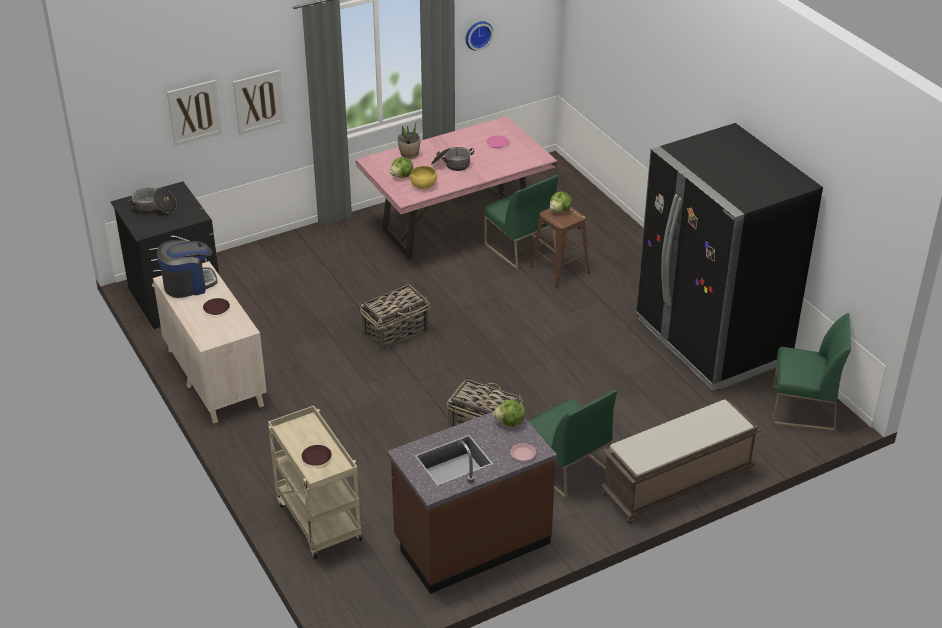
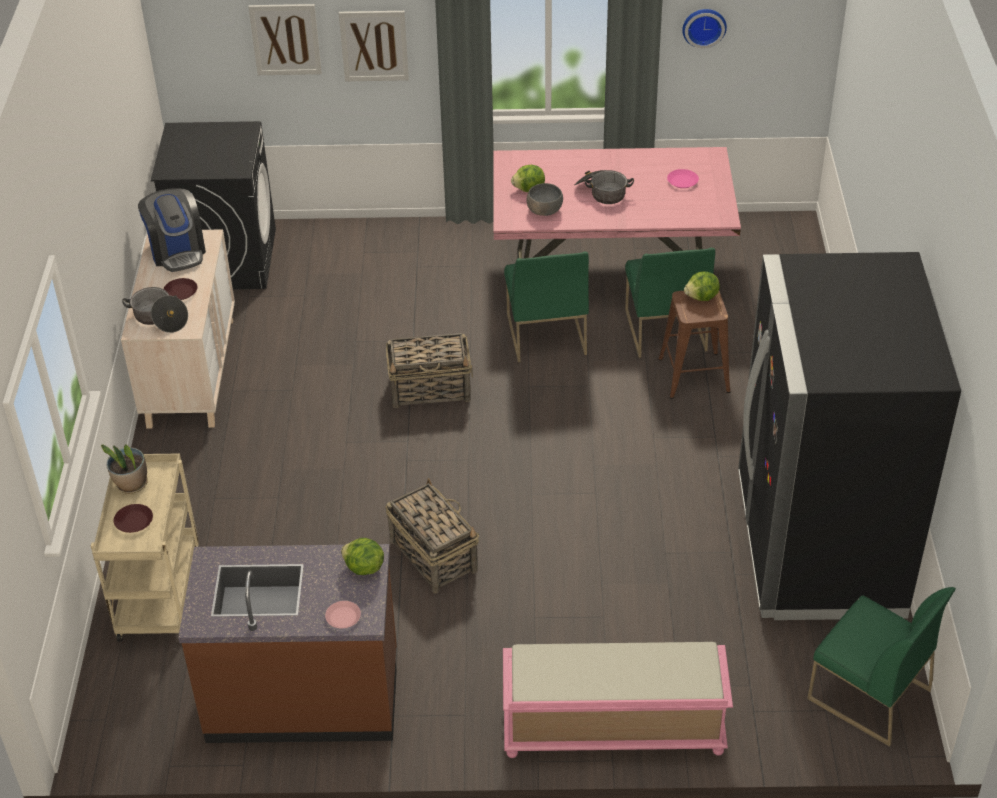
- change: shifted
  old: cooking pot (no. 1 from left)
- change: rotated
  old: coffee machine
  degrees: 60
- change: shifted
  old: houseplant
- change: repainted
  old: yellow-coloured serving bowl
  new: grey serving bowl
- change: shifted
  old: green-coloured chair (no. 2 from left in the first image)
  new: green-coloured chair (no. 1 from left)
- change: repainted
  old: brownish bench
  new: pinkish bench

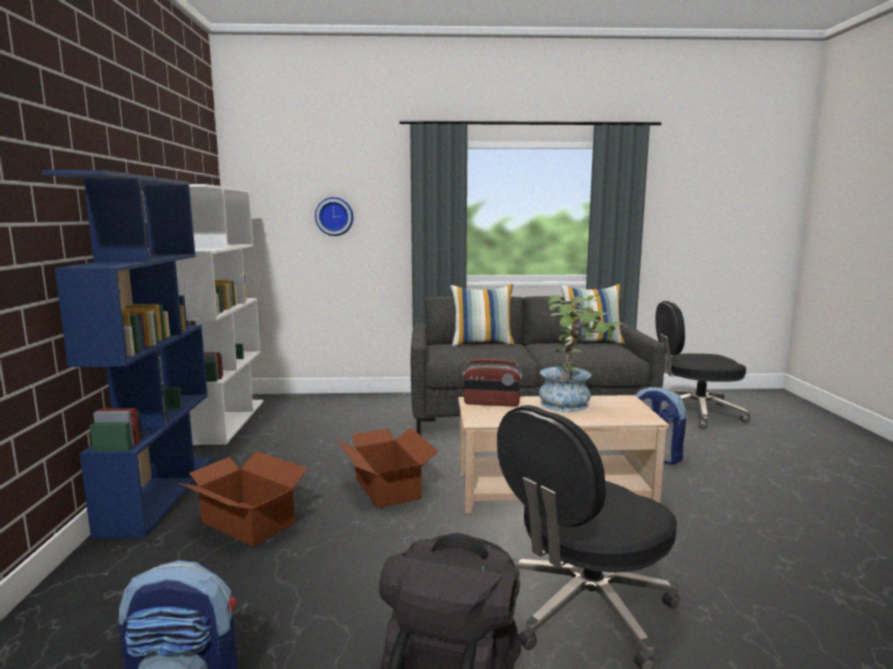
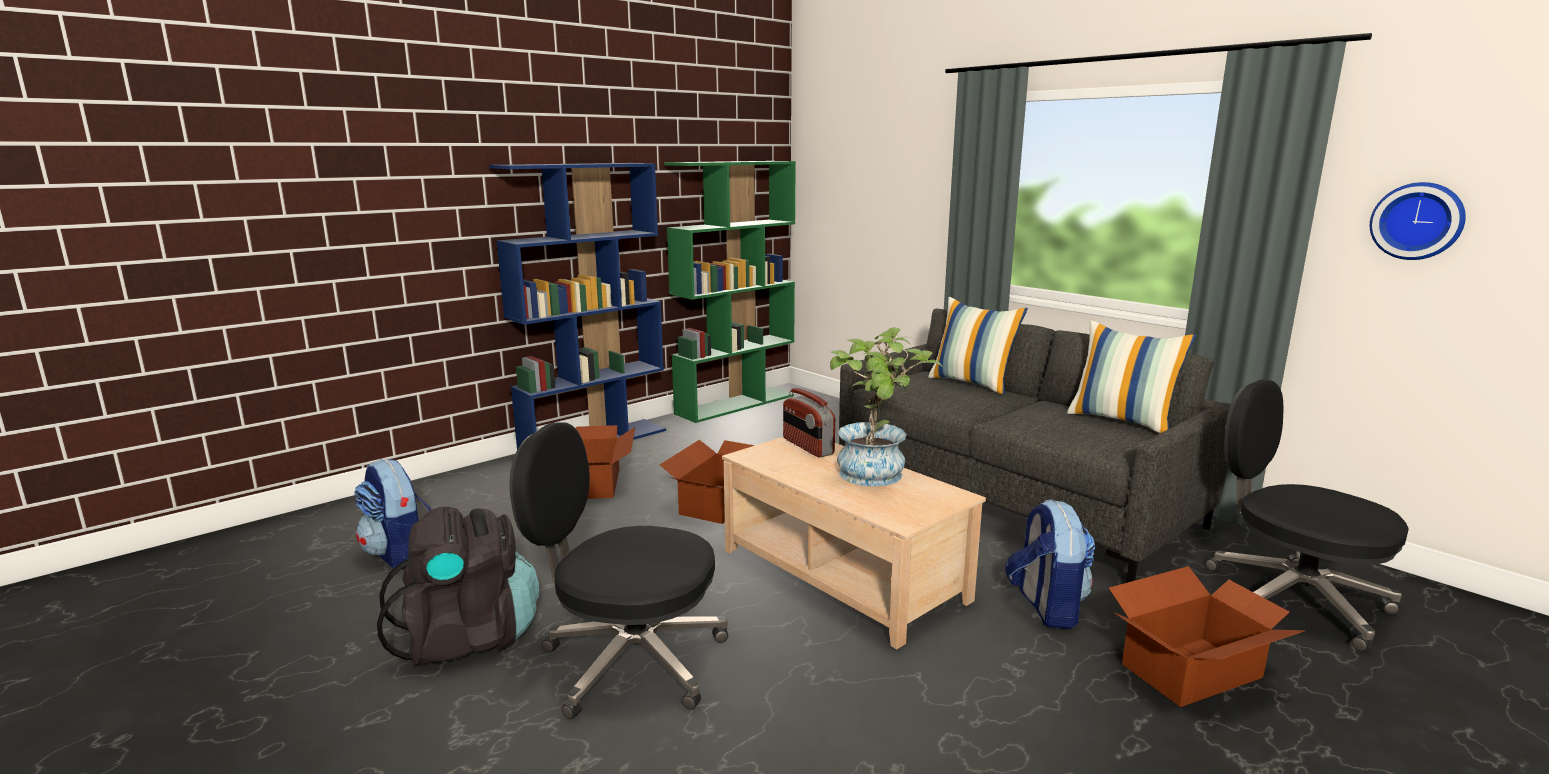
- change: repainted
  old: whitish shelving unit
  new: green-coloured shelving unit
- change: shifted
  old: clock on the wall
- change: new
  new: cardboard box (no. 3 from left)

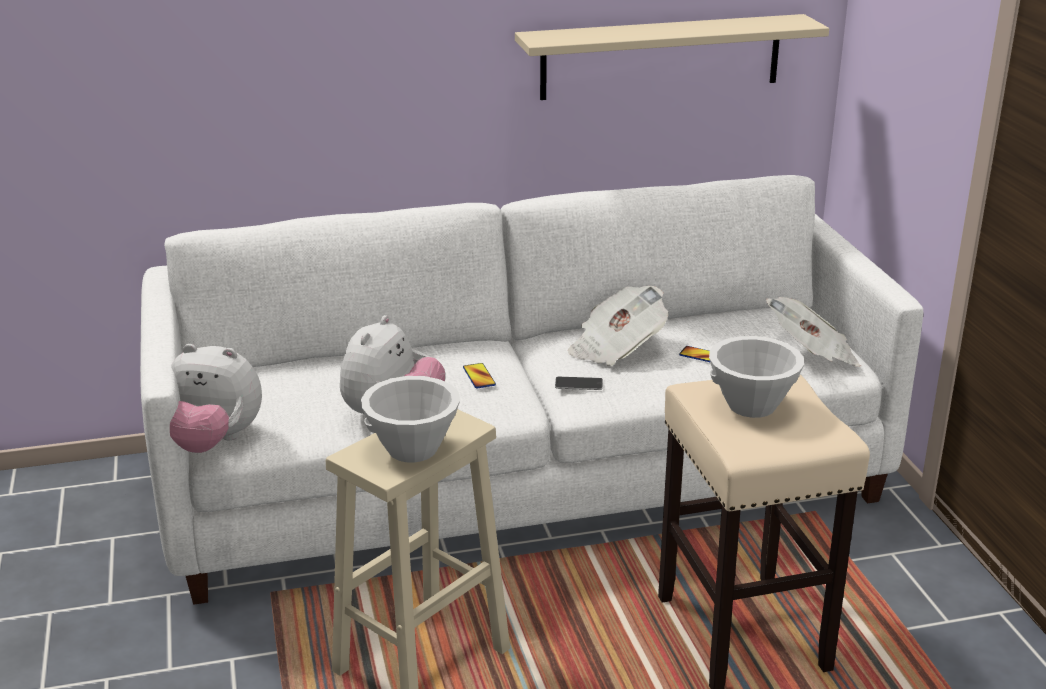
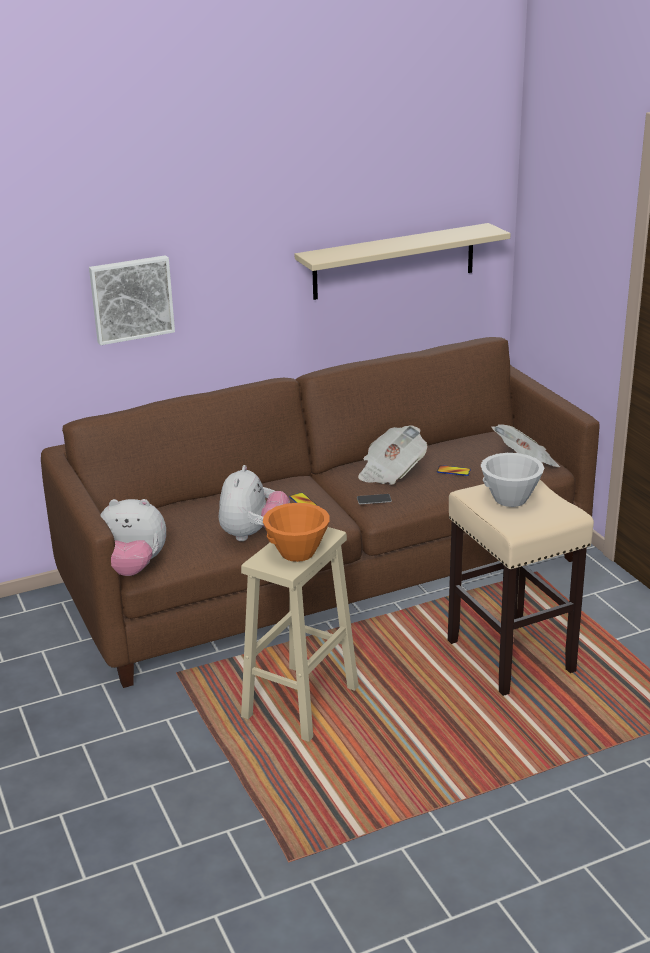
- change: repainted
  old: whitish couch
  new: brownish couch
- change: repainted
  old: whitish serving bowl (no. 1 from left)
  new: orangey serving bowl
- change: new
  new: picture

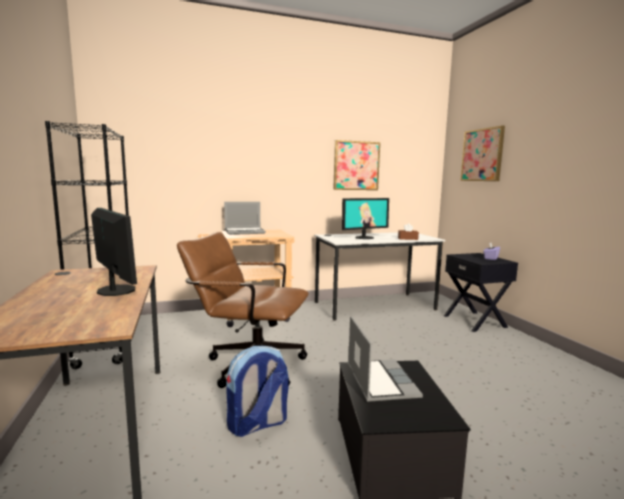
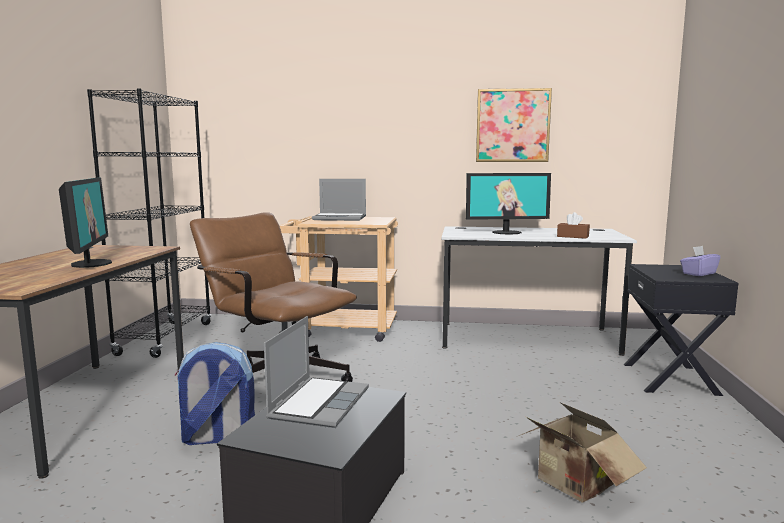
- change: gone
  old: picture (no. 2 from left)
- change: new
  new: cardboard box

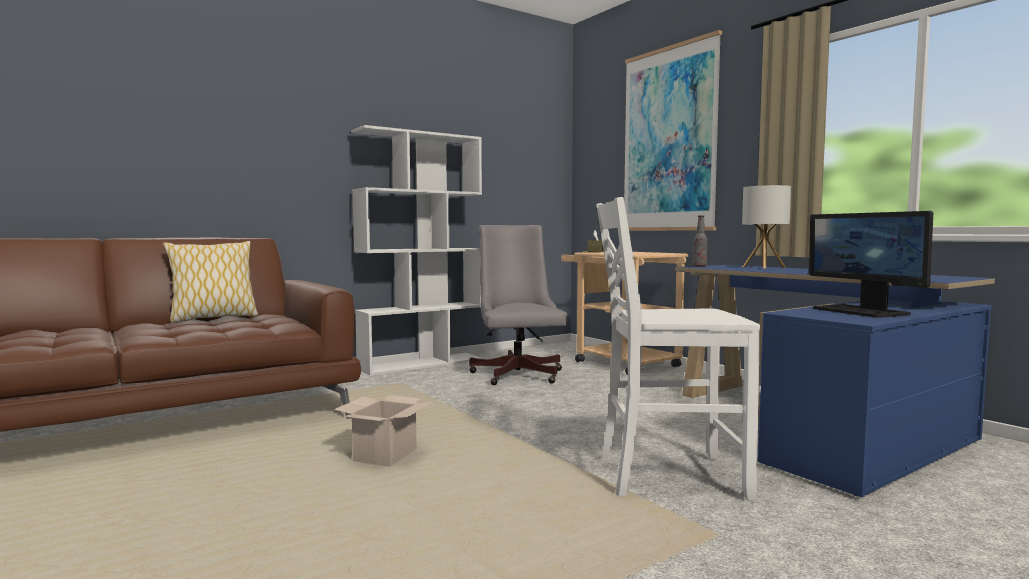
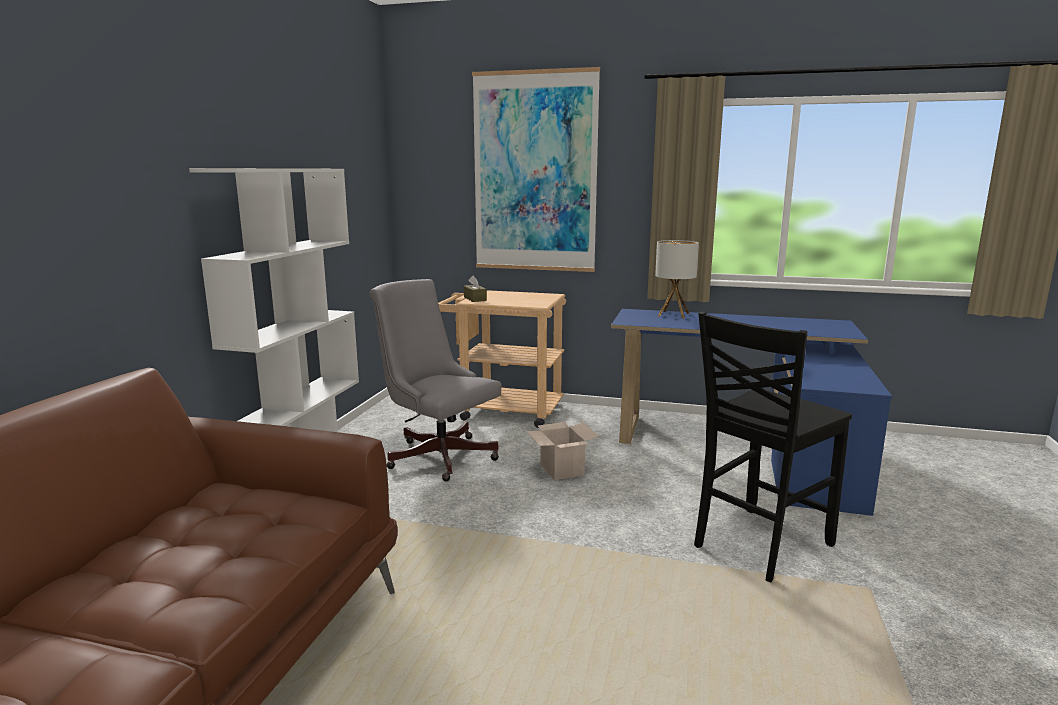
- change: gone
  old: cushion
- change: shifted
  old: cardboard box
- change: repainted
  old: whitish chair
  new: blackish chair
- change: gone
  old: beverage bottle
- change: gone
  old: computer display

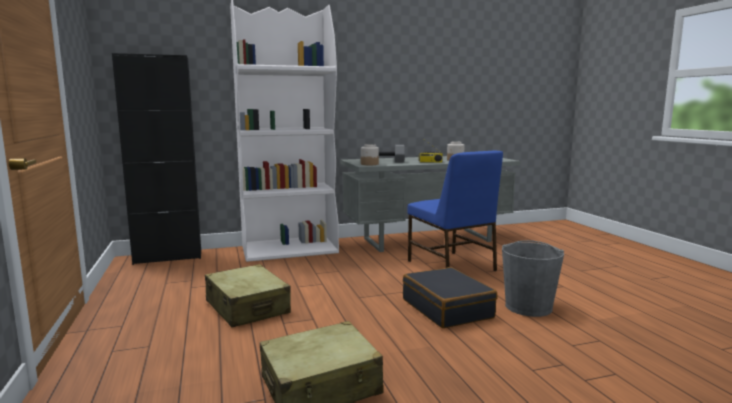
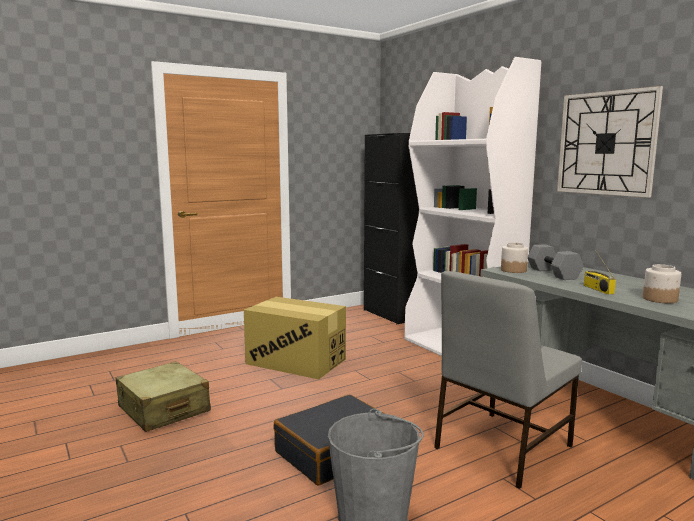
- change: swapped
  old: sand-coloured travel case (no. 1 from left)
  new: cardboard box
- change: repainted
  old: blue-coloured chair
  new: grey chair
- change: new
  new: clock on the wall

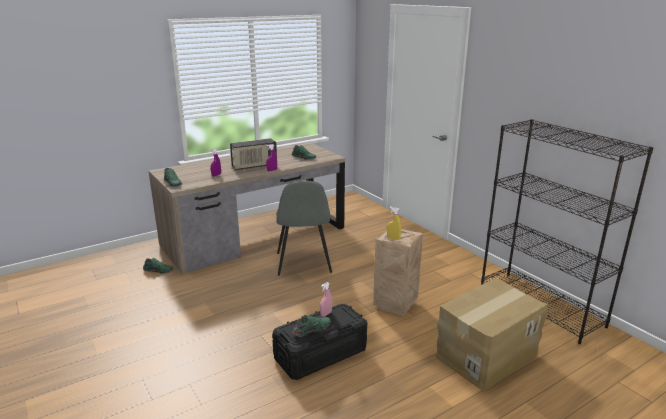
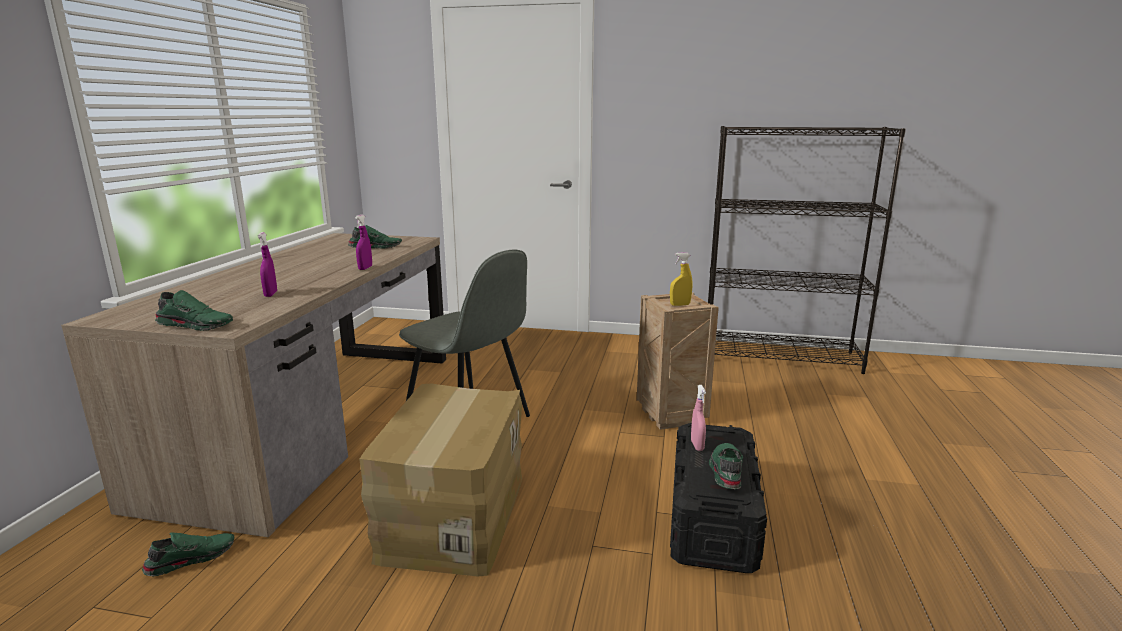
- change: gone
  old: radio receiver
- change: shifted
  old: cardboard box

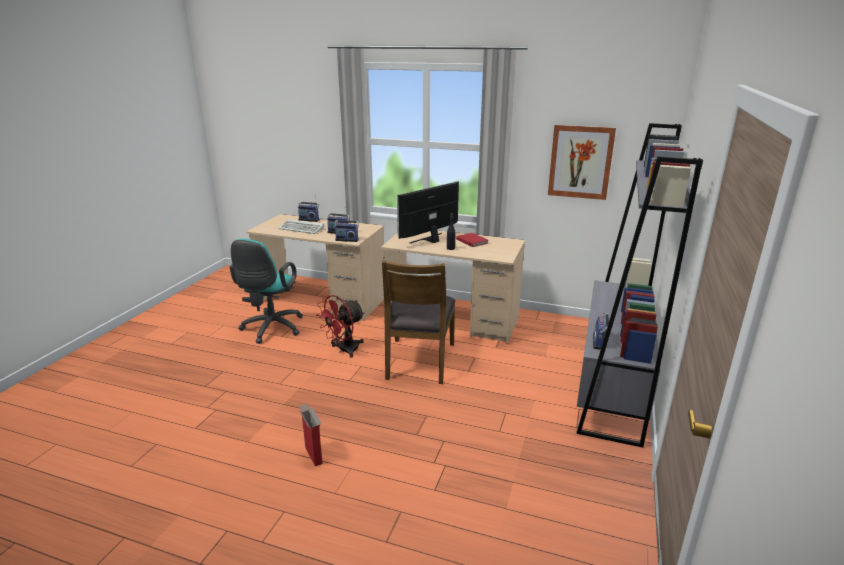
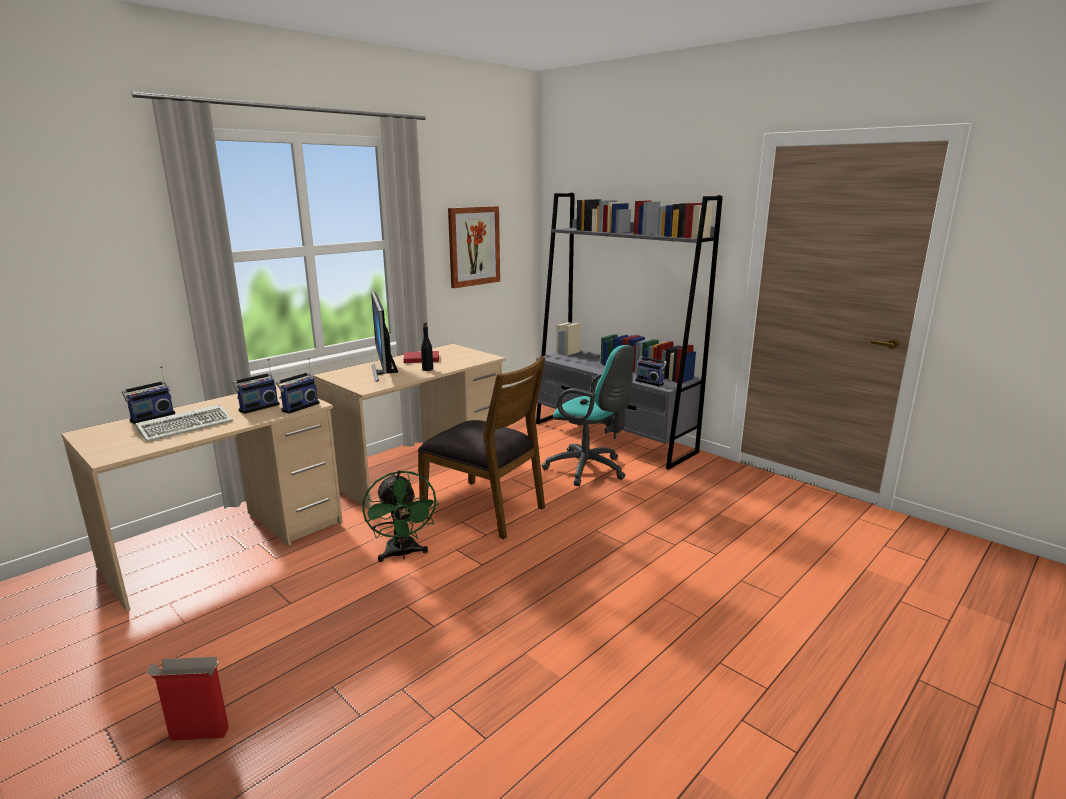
- change: shifted
  old: turquoise computer chair
- change: shifted
  old: cardboard box
- change: repainted
  old: red cooling fan
  new: green-coloured cooling fan

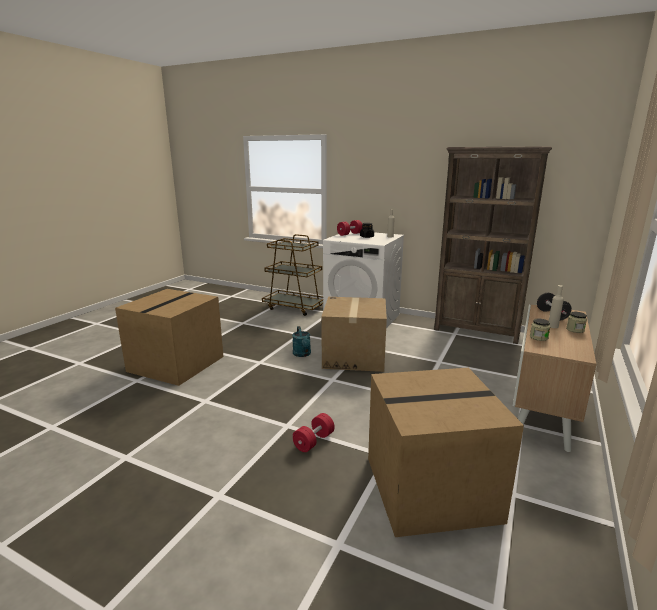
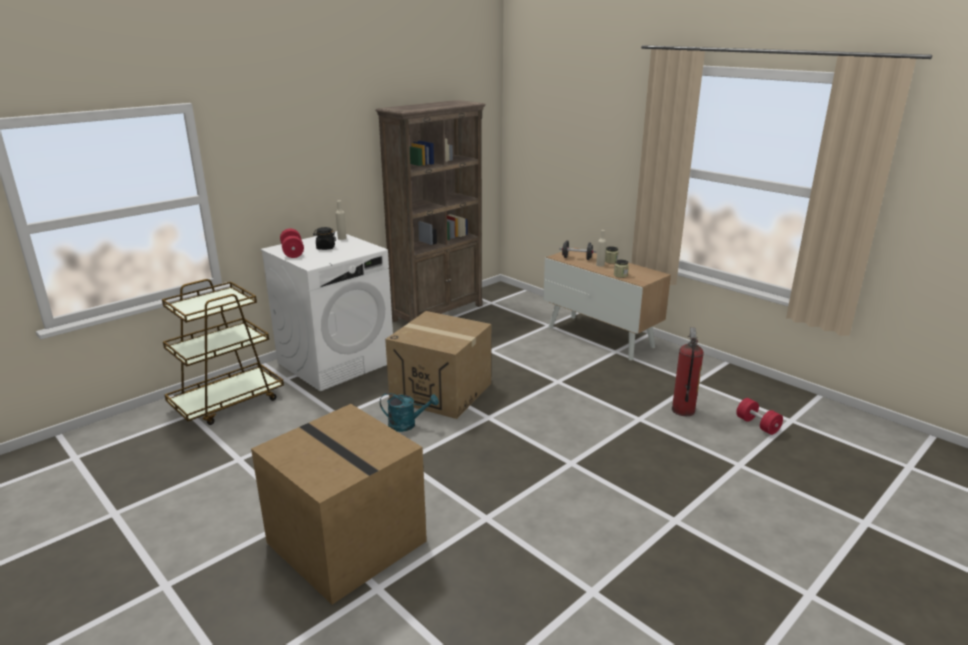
- change: shifted
  old: red hand weight (no. 1 from left in the first image)
  new: red hand weight (no. 2 from left)
- change: swapped
  old: cardboard box (no. 3 from left)
  new: extinguisher

